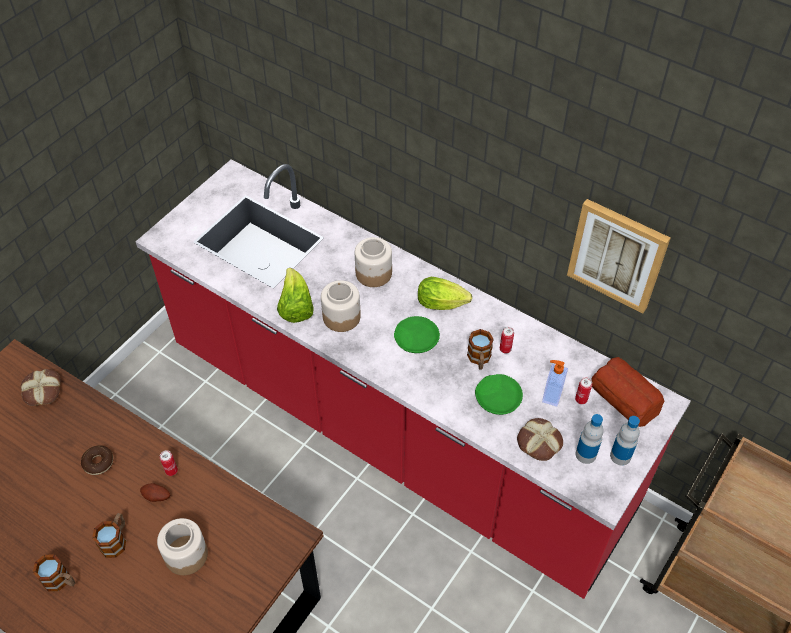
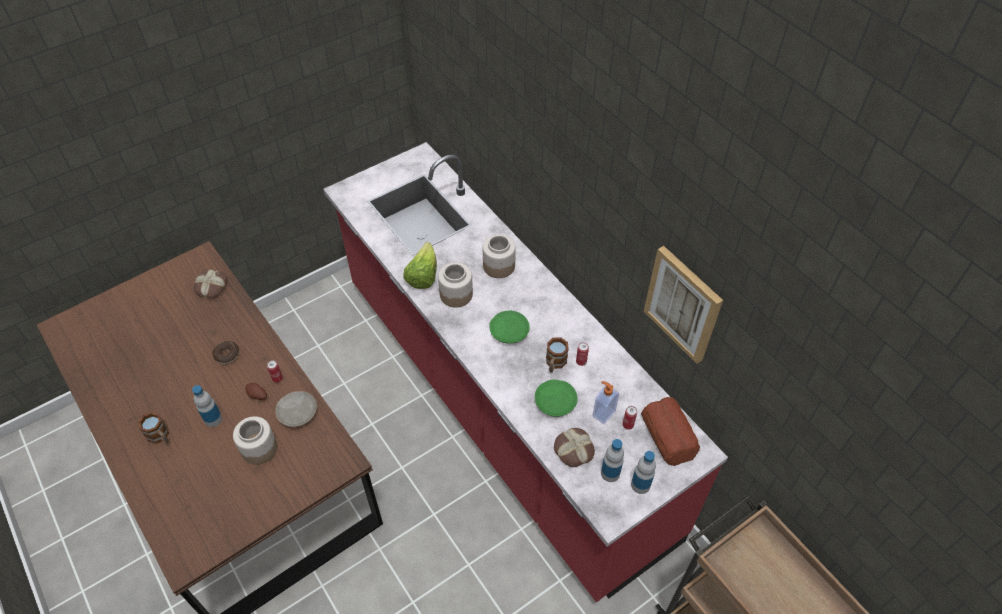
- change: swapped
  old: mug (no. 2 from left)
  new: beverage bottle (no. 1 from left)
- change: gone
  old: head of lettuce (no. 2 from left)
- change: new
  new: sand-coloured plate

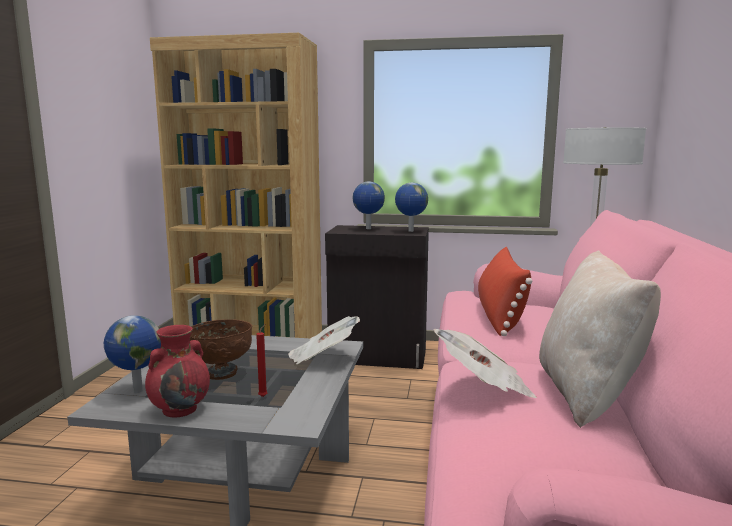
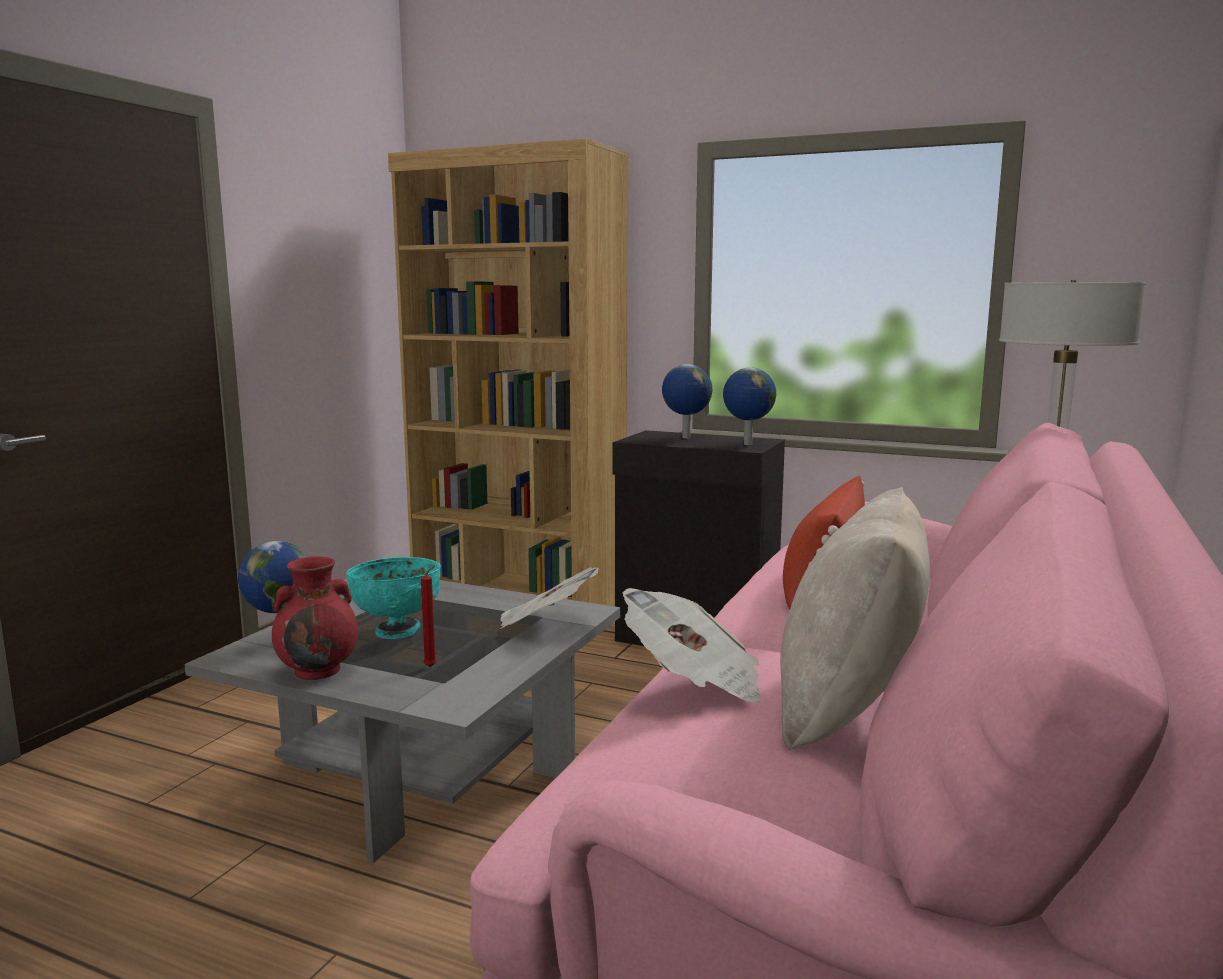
- change: repainted
  old: brownish serving bowl
  new: turquoise serving bowl

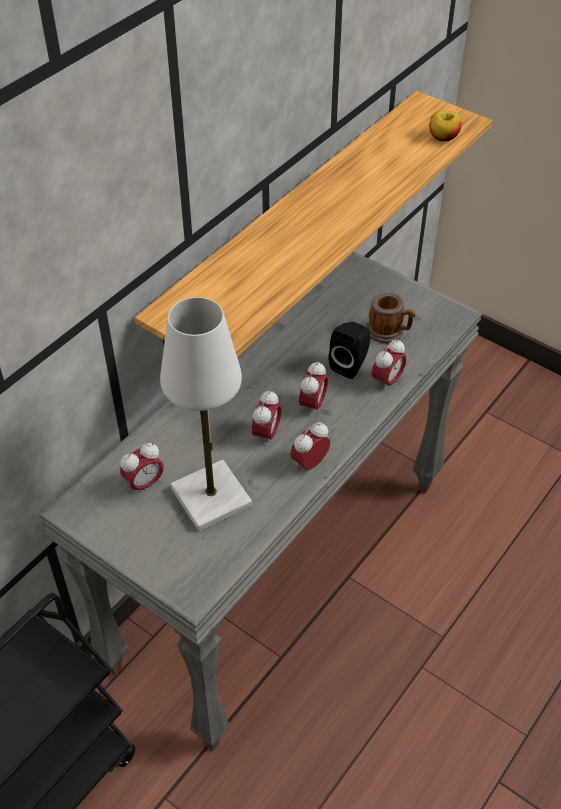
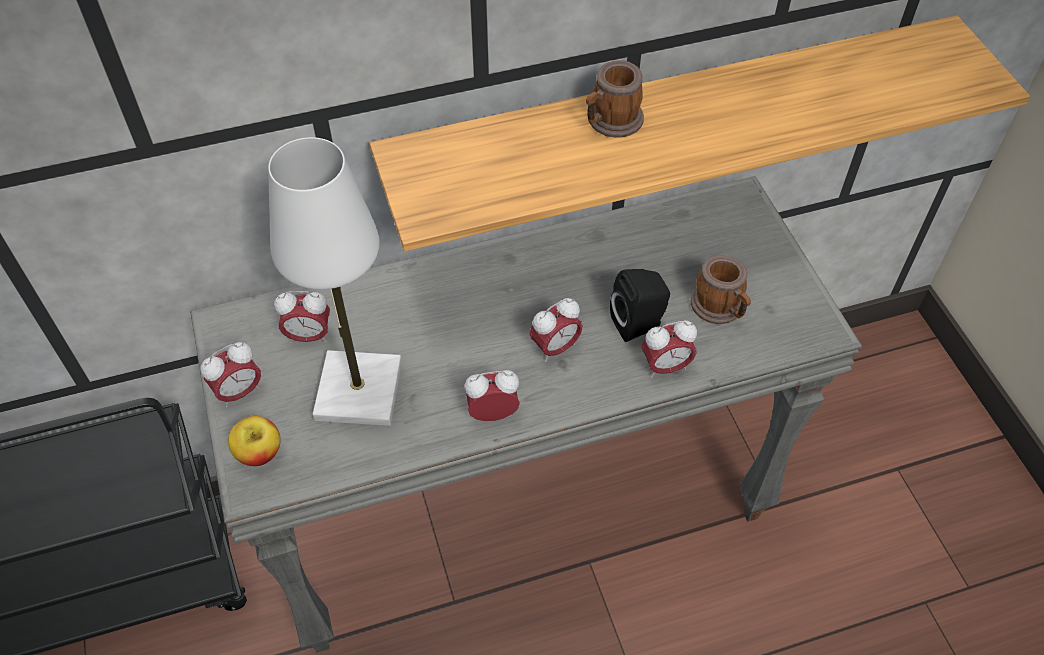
- change: shifted
  old: alarm clock (no. 2 from left in the first image)
  new: alarm clock (no. 1 from left)
- change: shifted
  old: whole apple
- change: new
  new: mug (no. 1 from left)

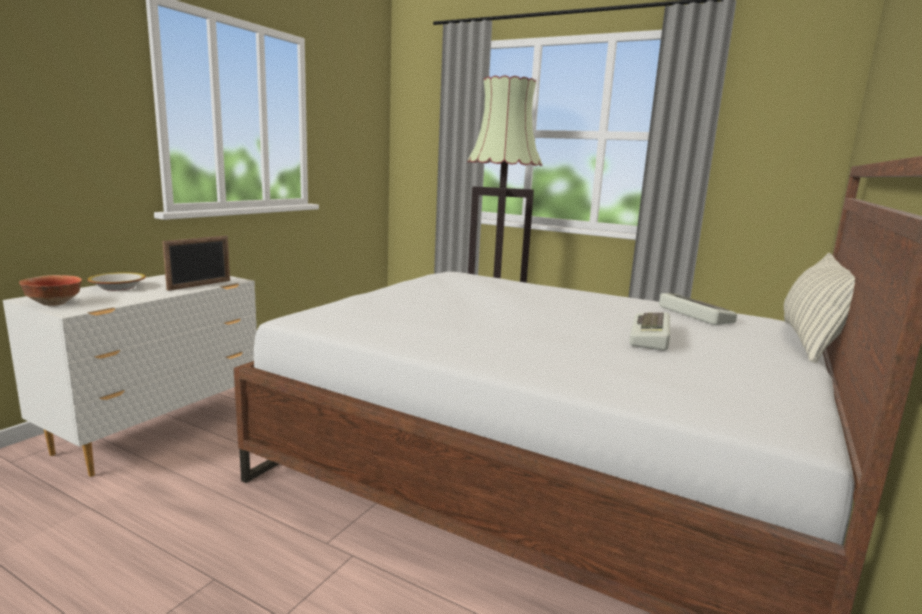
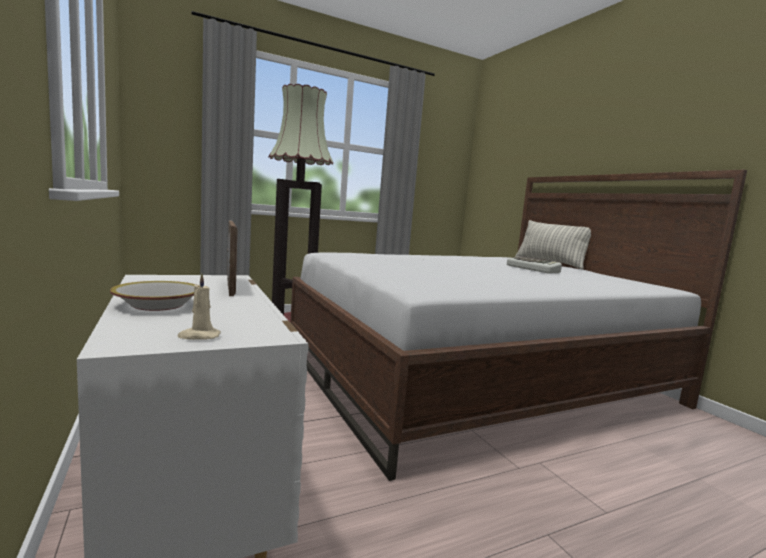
- change: swapped
  old: serving bowl (no. 1 from left)
  new: sand-coloured wax light
- change: gone
  old: PC keyboard (no. 2 from left)

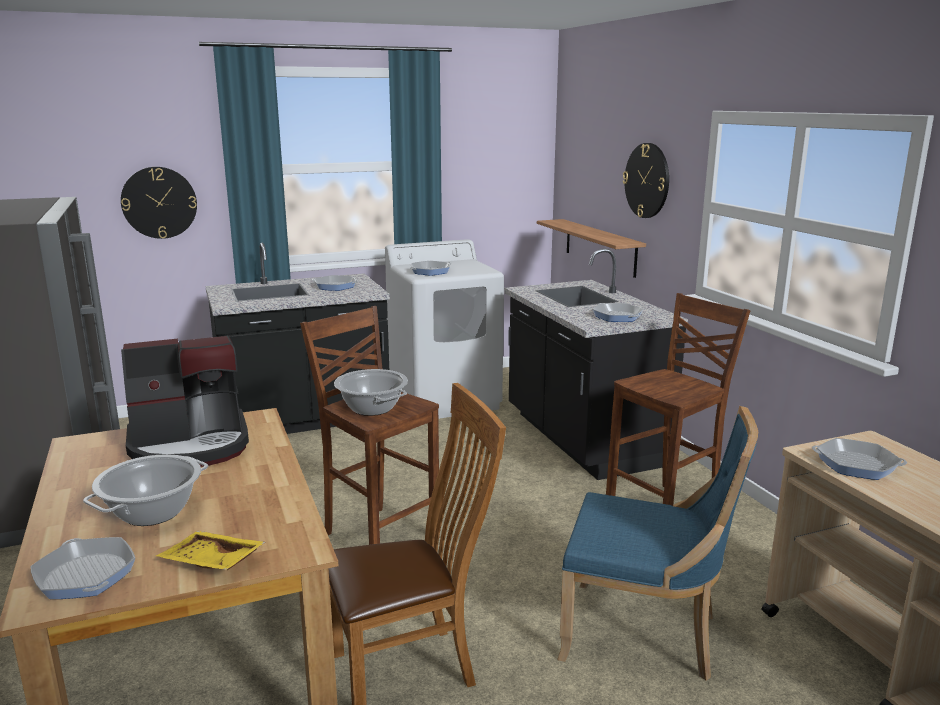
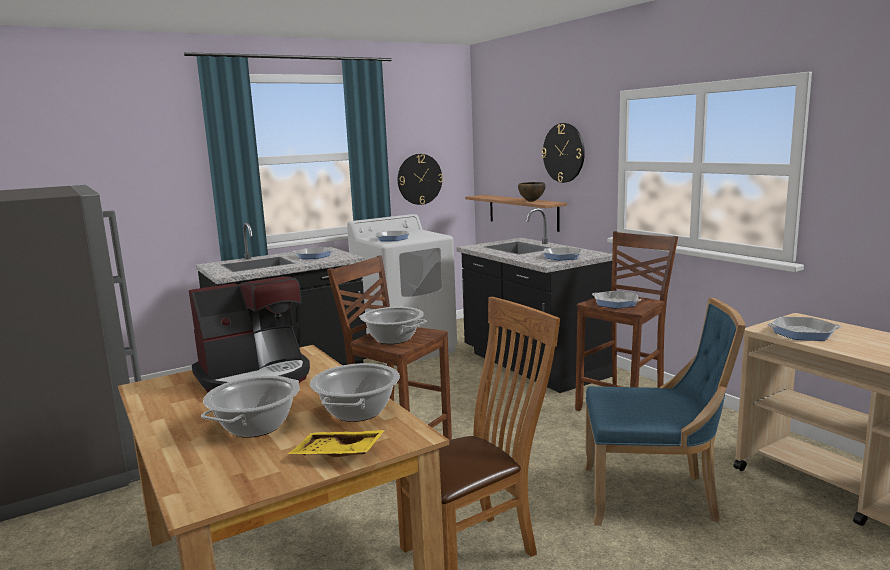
- change: shifted
  old: skillet (no. 1 from left in the first image)
  new: skillet (no. 4 from left)
- change: shifted
  old: clock on the wall (no. 1 from left)
- change: new
  new: cooking pot (no. 2 from left)
- change: new
  new: brownish serving bowl

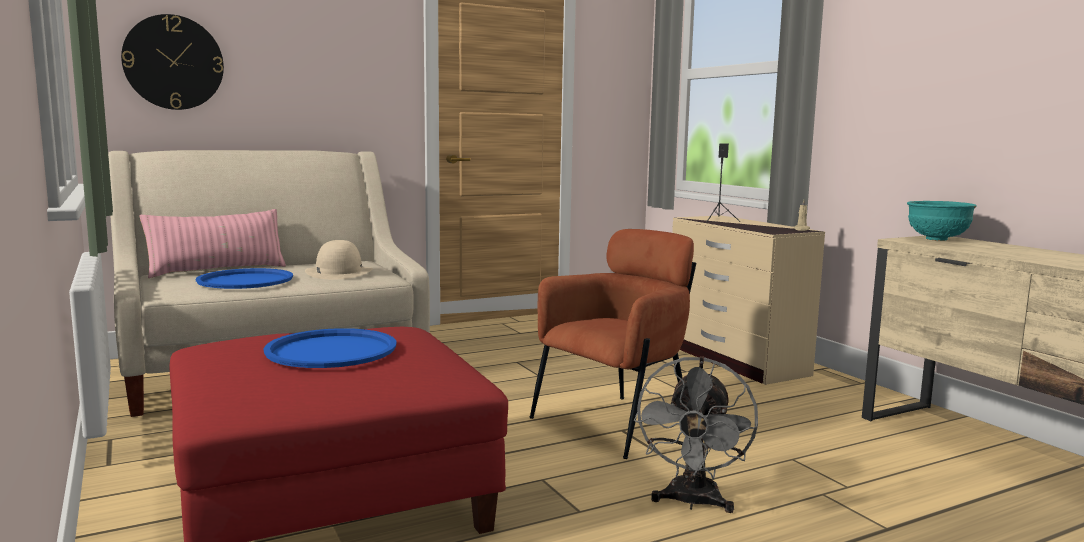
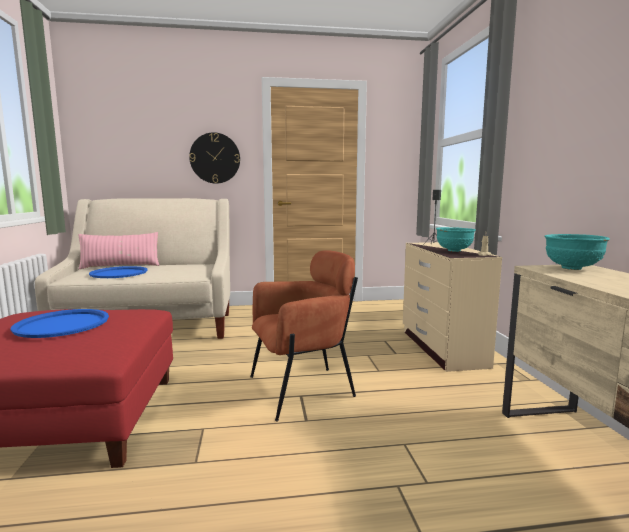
- change: shifted
  old: clock on the wall
- change: gone
  old: sand-coloured hat
- change: gone
  old: grey cooling fan
- change: new
  new: turquoise serving bowl (no. 1 from left)

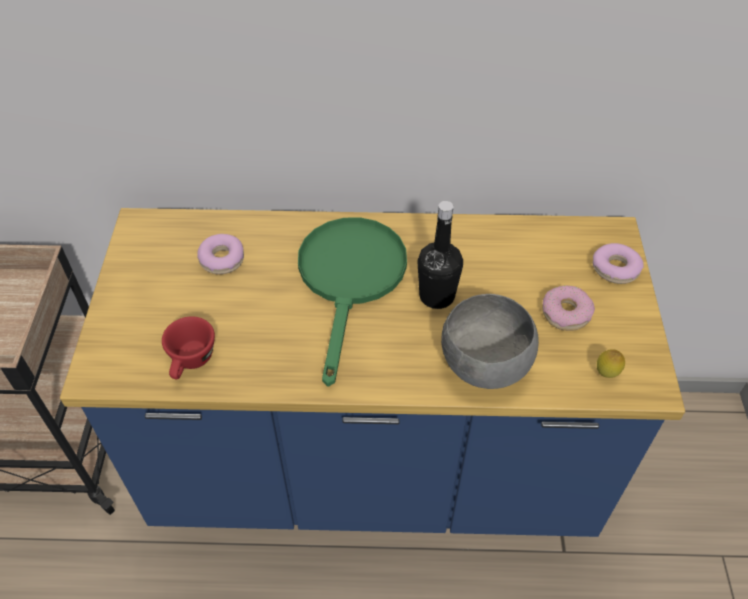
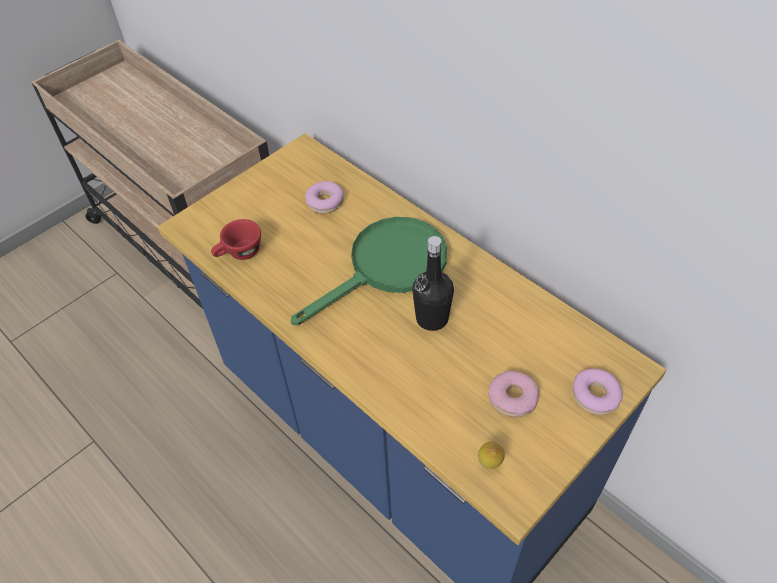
- change: gone
  old: grey serving bowl

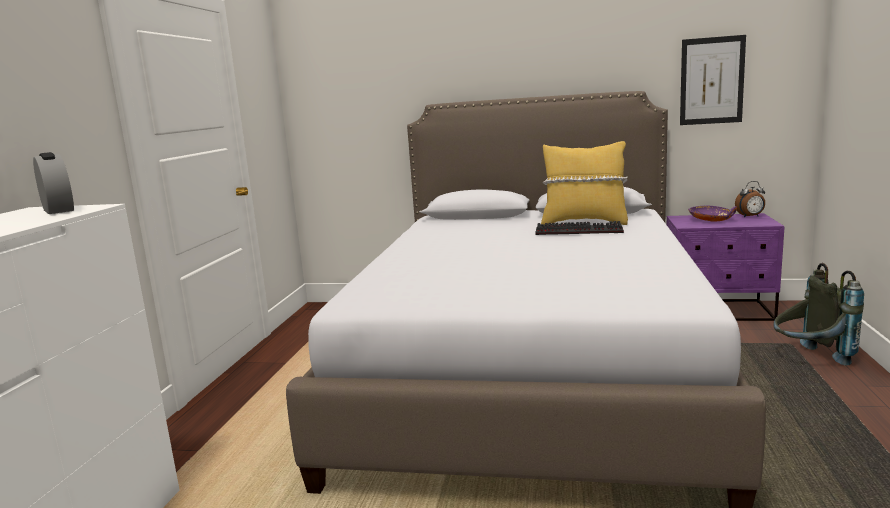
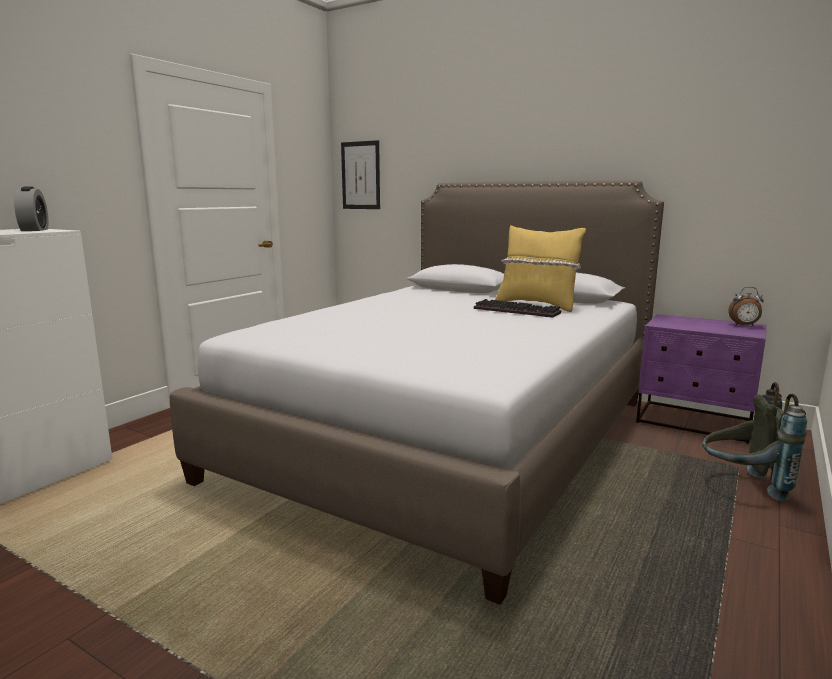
- change: shifted
  old: picture
- change: gone
  old: purple serving bowl

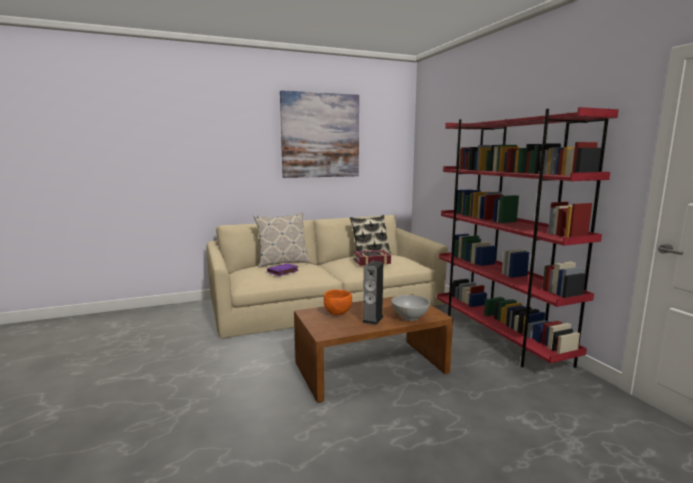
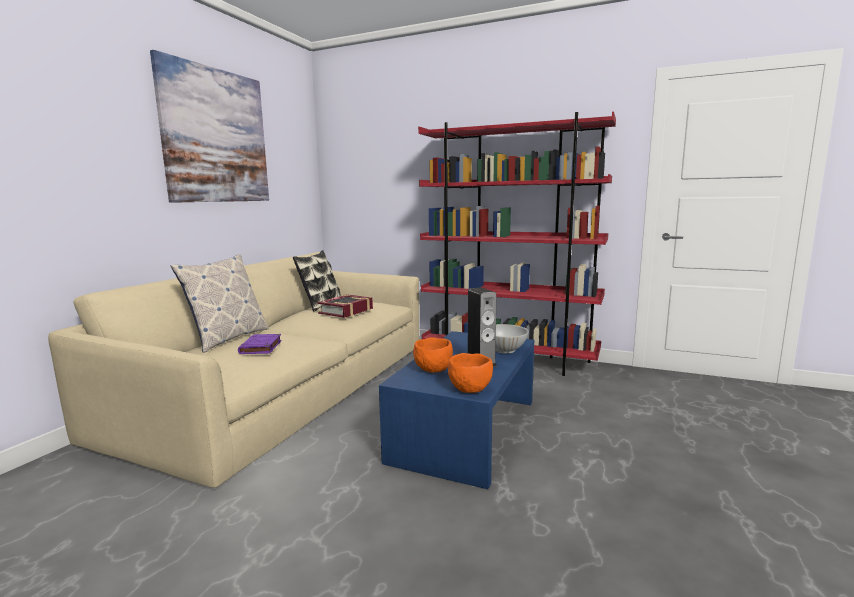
- change: repainted
  old: brownish lounge table
  new: blue-coloured lounge table
- change: new
  new: orangey serving bowl (no. 2 from left)

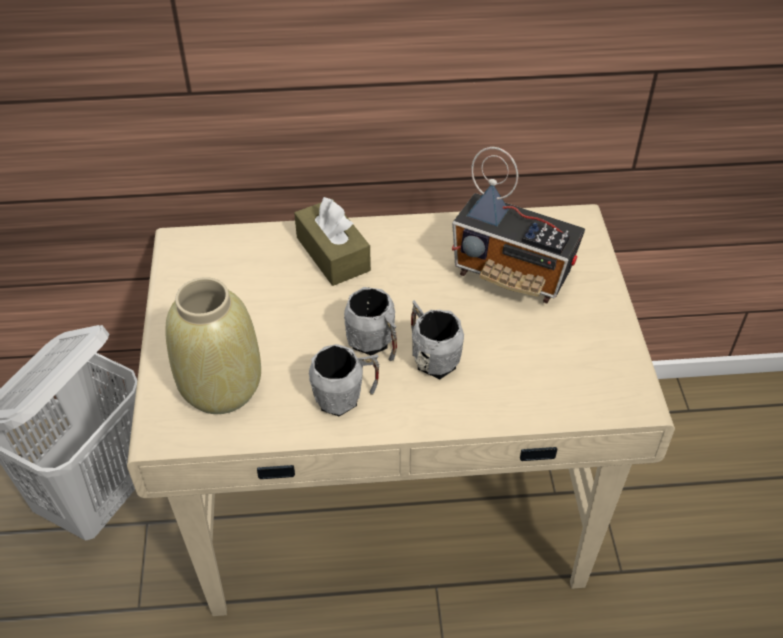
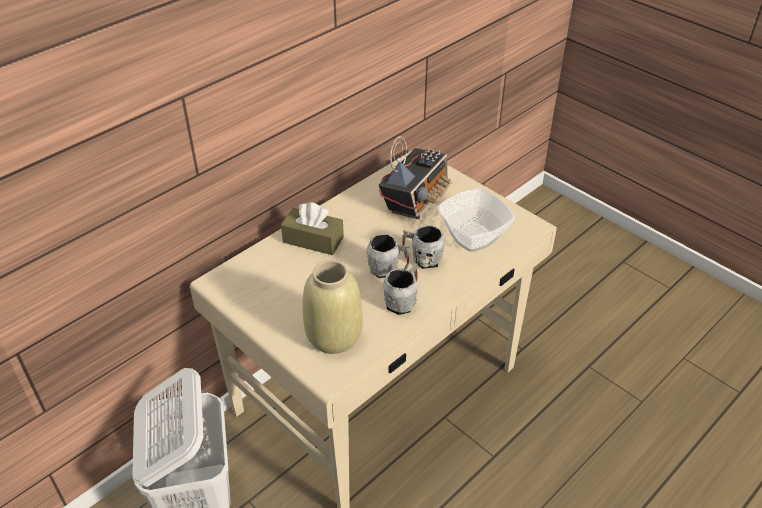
- change: rotated
  old: radio receiver
  degrees: -45
- change: new
  new: serving bowl

